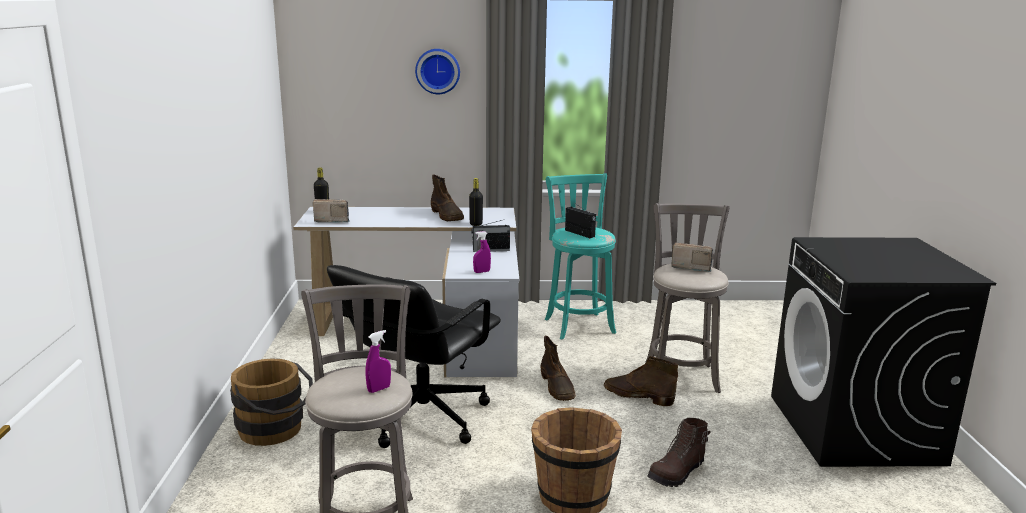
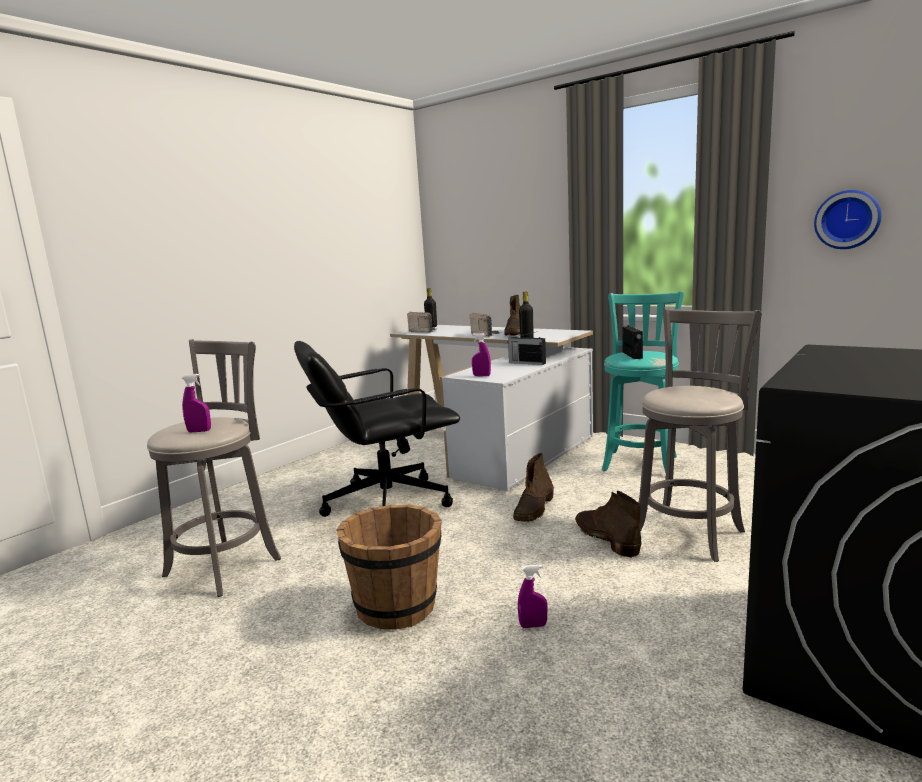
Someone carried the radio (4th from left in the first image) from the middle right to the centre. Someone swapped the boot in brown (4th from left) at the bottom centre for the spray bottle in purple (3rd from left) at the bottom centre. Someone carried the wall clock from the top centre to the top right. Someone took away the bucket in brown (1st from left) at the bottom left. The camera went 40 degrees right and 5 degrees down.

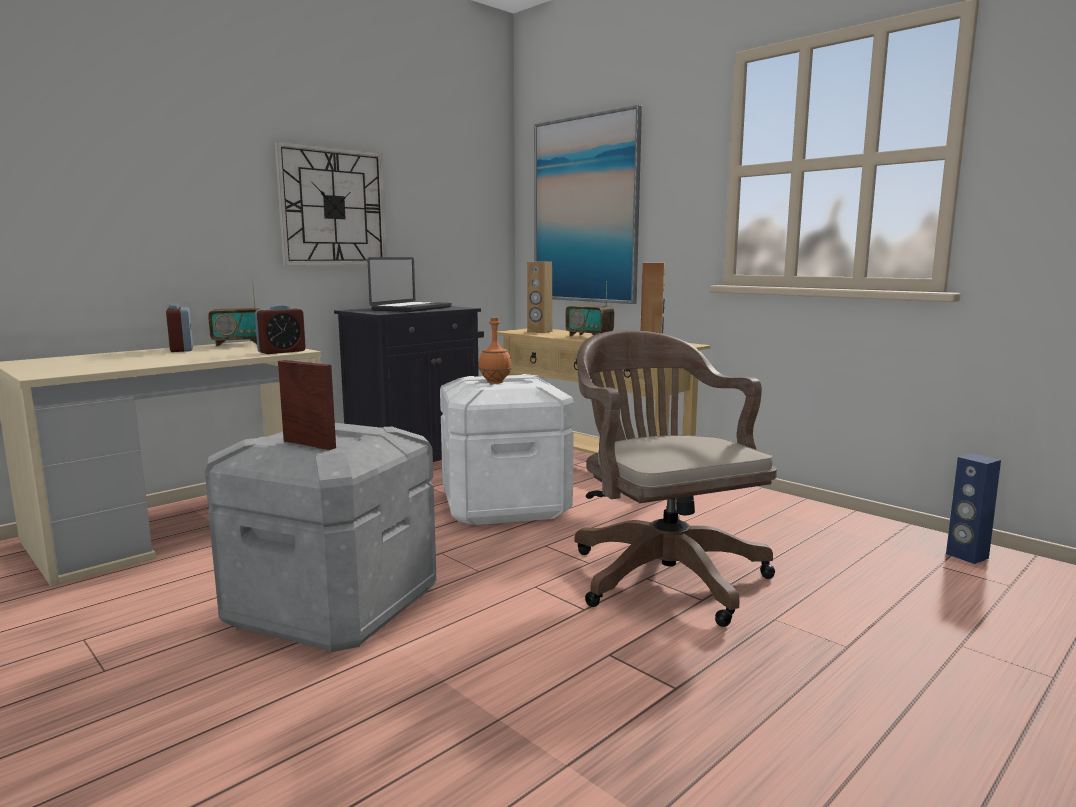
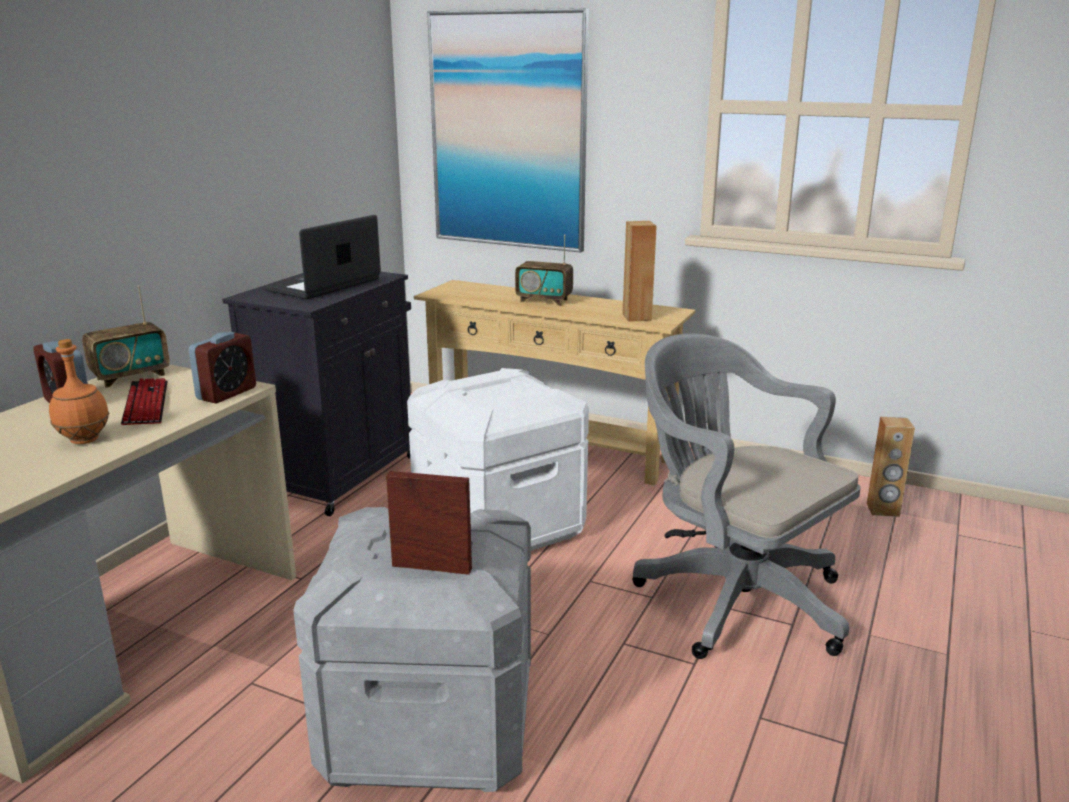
Someone carried the bottle in orange from the centre to the middle left. Someone put down the keyboard at the middle left. Someone rotated the laptop at the centre by 150 degrees counterclockwise. Someone repainted the office chair in brown at the centre, which became the office chair in grey at the middle right. Someone carried the speaker in brown (1st from left in the first image) from the centre to the middle right. Someone took away the wall clock at the top left. Someone took away the speaker in blue at the middle right. The camera went 20 degrees left and 10 degrees up.

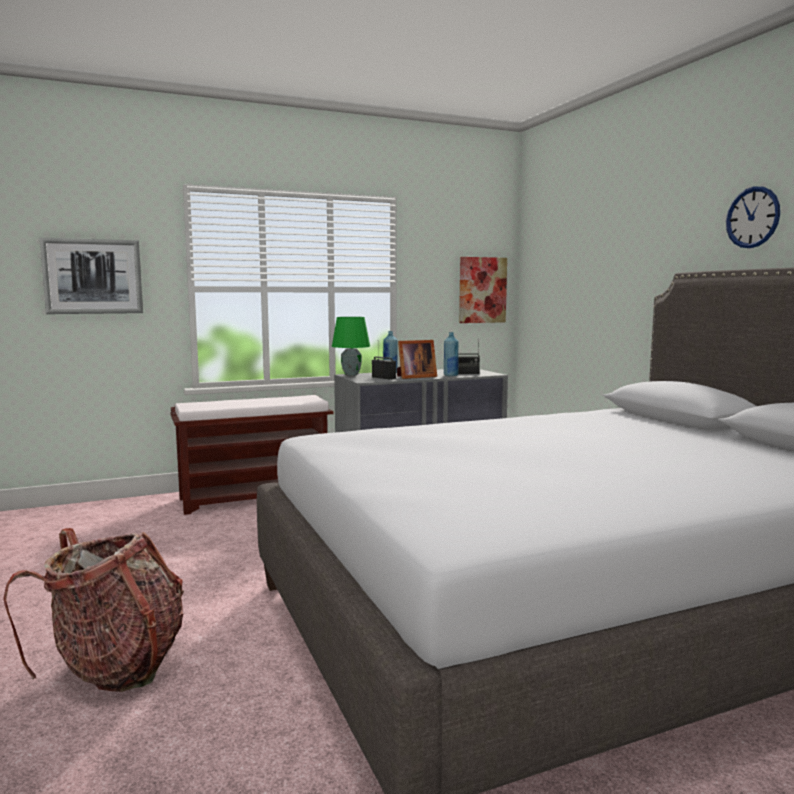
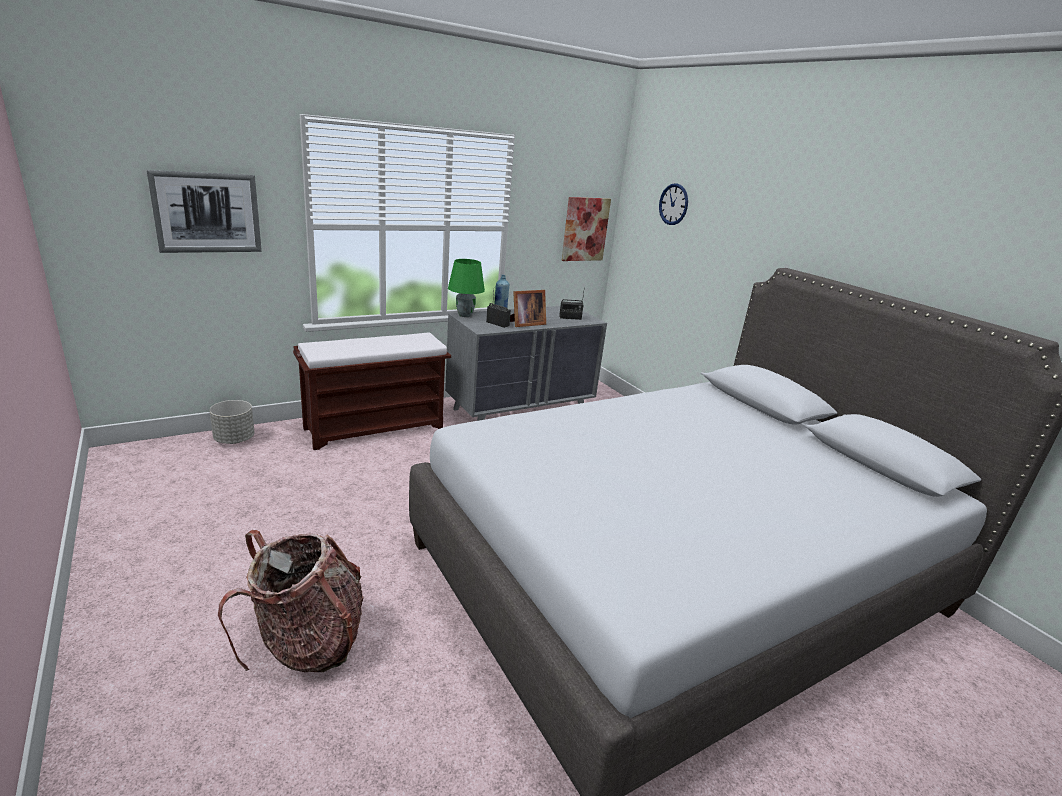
Someone put down the planter in grey at the middle left. Someone carried the wall clock from the top right to the top centre. Someone took away the bottle in blue (2nd from left) at the centre. The camera went 10 degrees left and 15 degrees up.

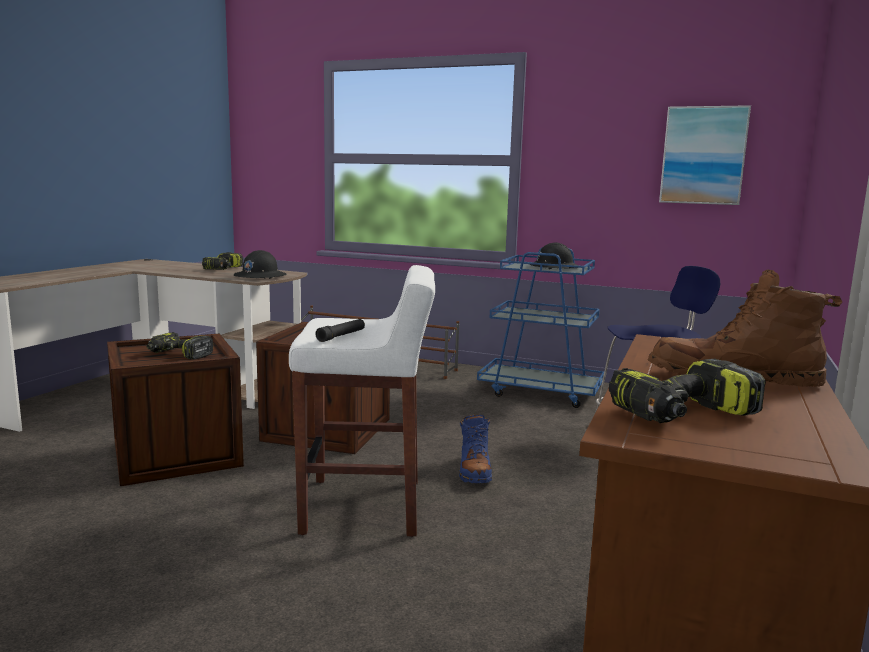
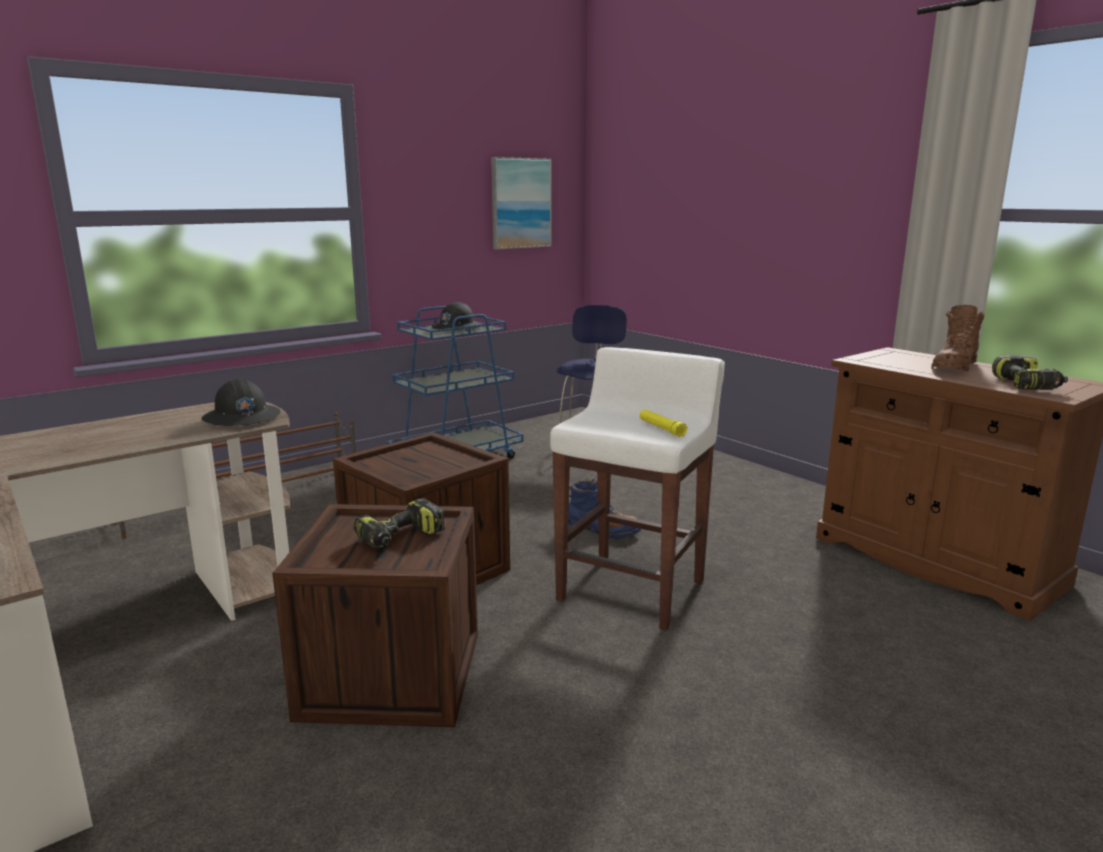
Someone repainted the flashlight in black at the centre, which became the flashlight in yellow at the centre. Someone took away the power drill (2nd from left) at the middle left. The camera went 60 degrees left and 5 degrees up.

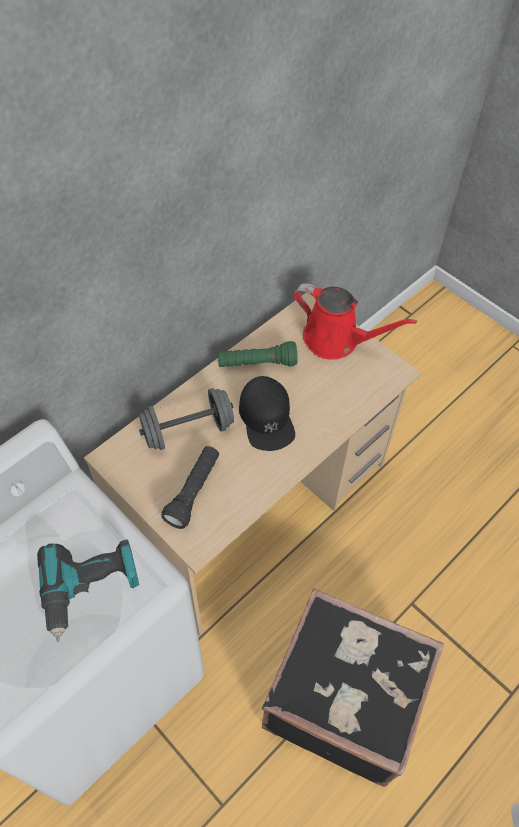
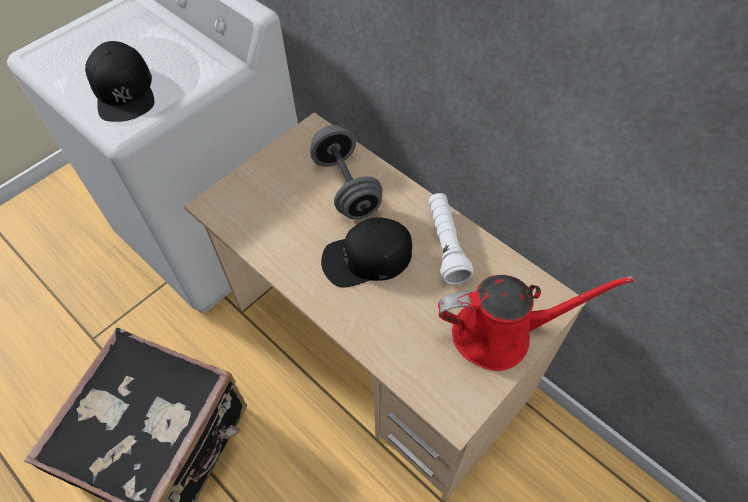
Someone swapped the power drill at the bottom left for the cap in black (1st from left) at the top left. Someone repainted the flashlight in green at the centre, which became the flashlight in white at the centre. Someone rotated the watering can in red at the middle right by 120 degrees counterclockwise. Someone took away the flashlight in black at the centre. The camera went 90 degrees right and 0 degrees up.

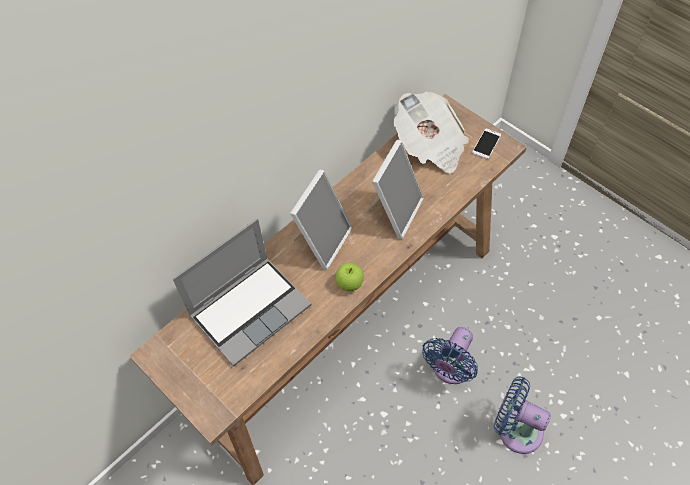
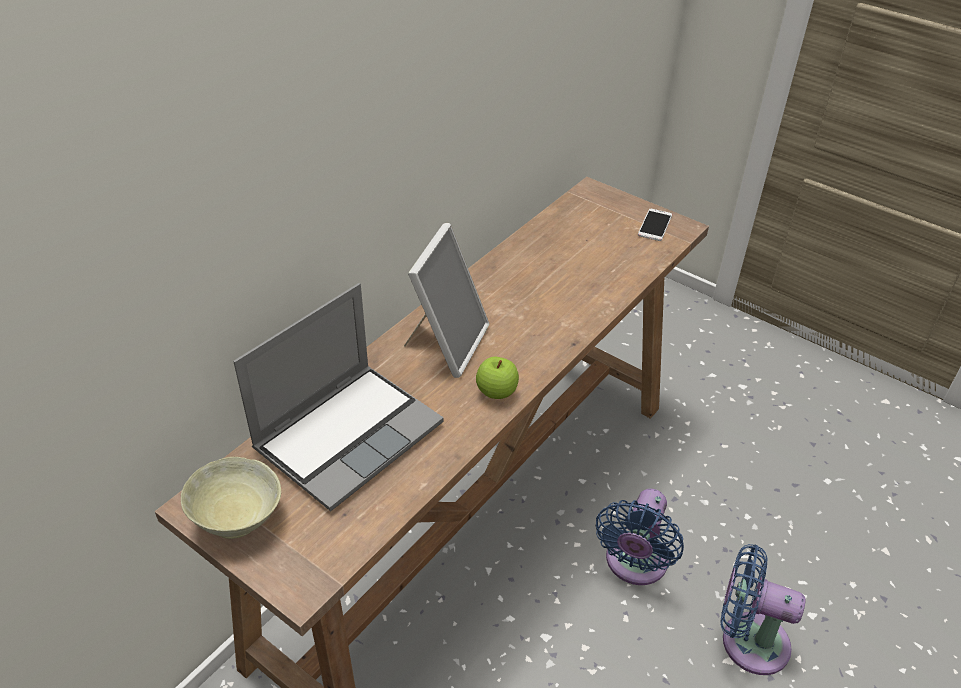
Someone put down the bowl in beige at the bottom left. Someone took away the picture frame (2nd from left) at the centre. Someone took away the newspaper at the top centre. The camera went 10 degrees left and 15 degrees down.

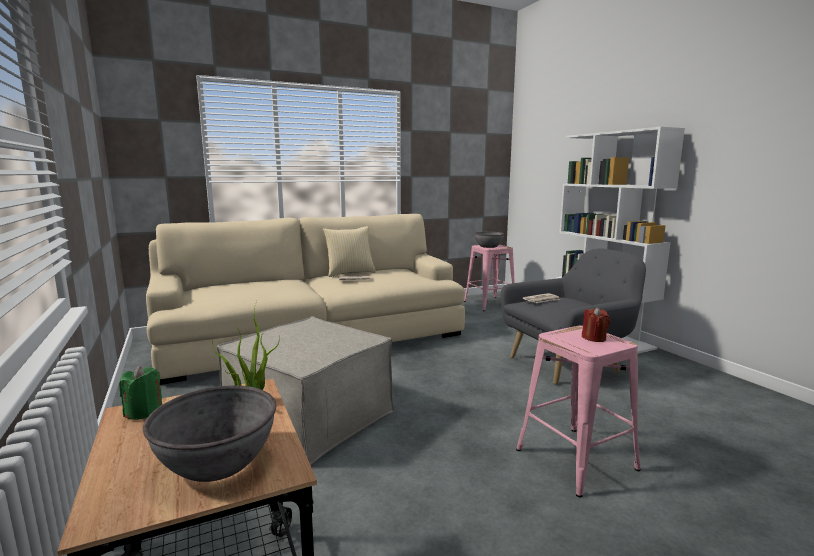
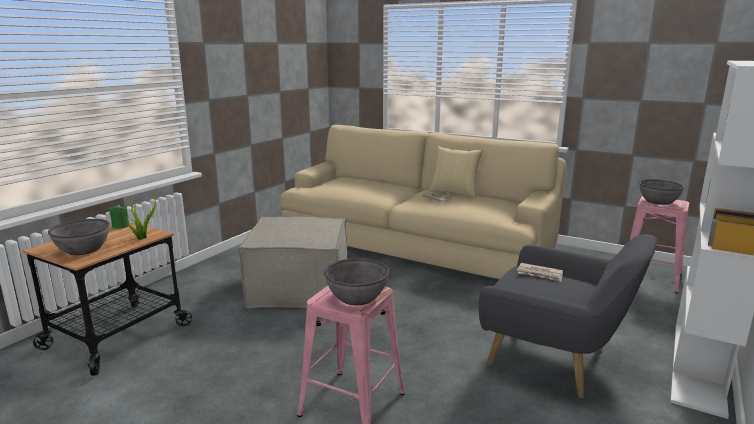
Someone swapped the candle in red at the middle right for the bowl in grey (2nd from left) at the centre. The camera went 55 degrees right and 5 degrees up.

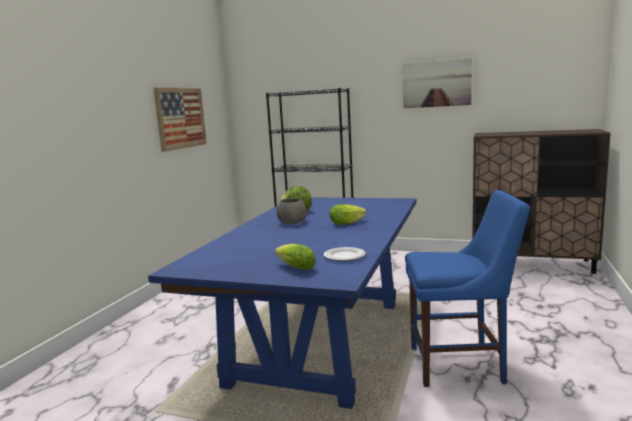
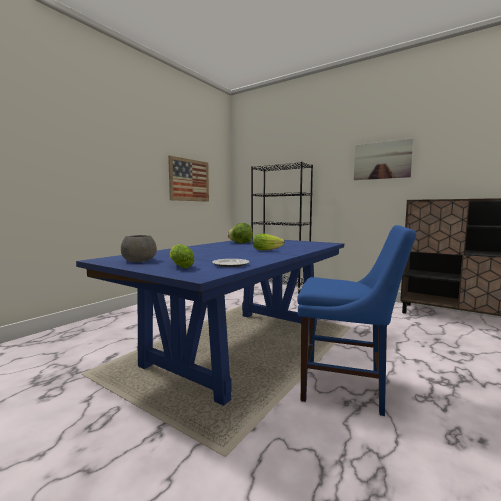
Someone carried the bowl in grey from the centre to the middle left. The camera went 15 degrees right and 5 degrees down.

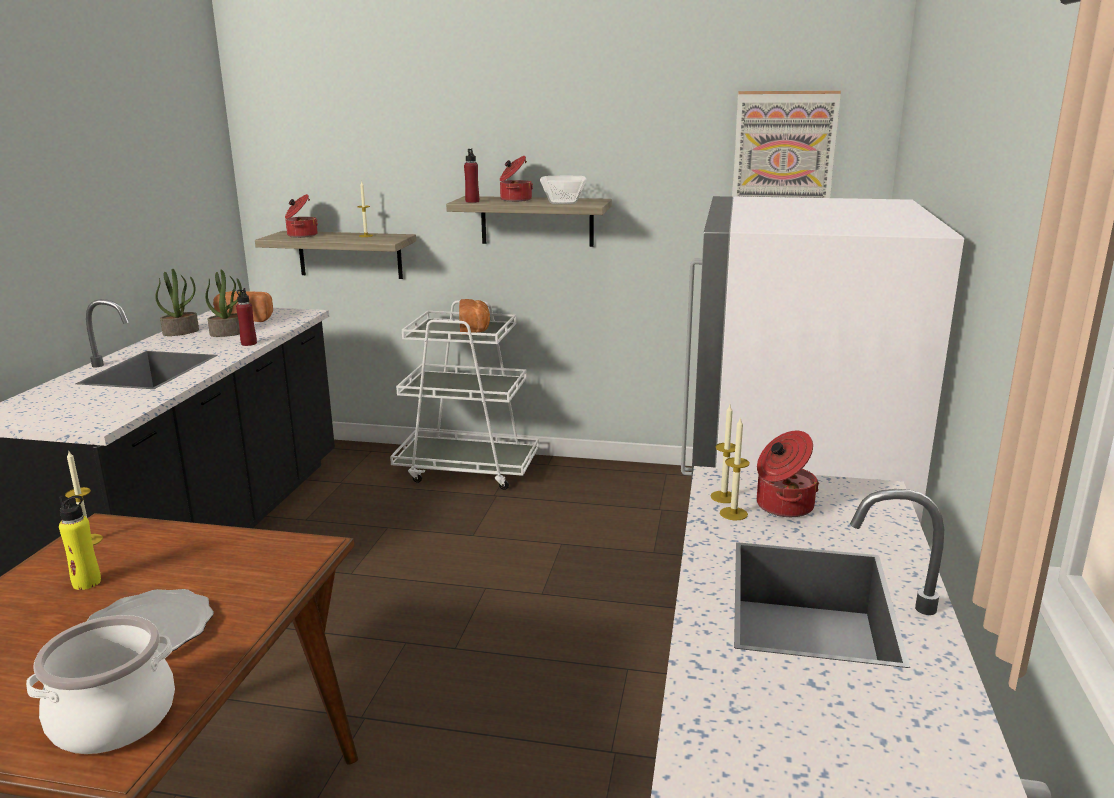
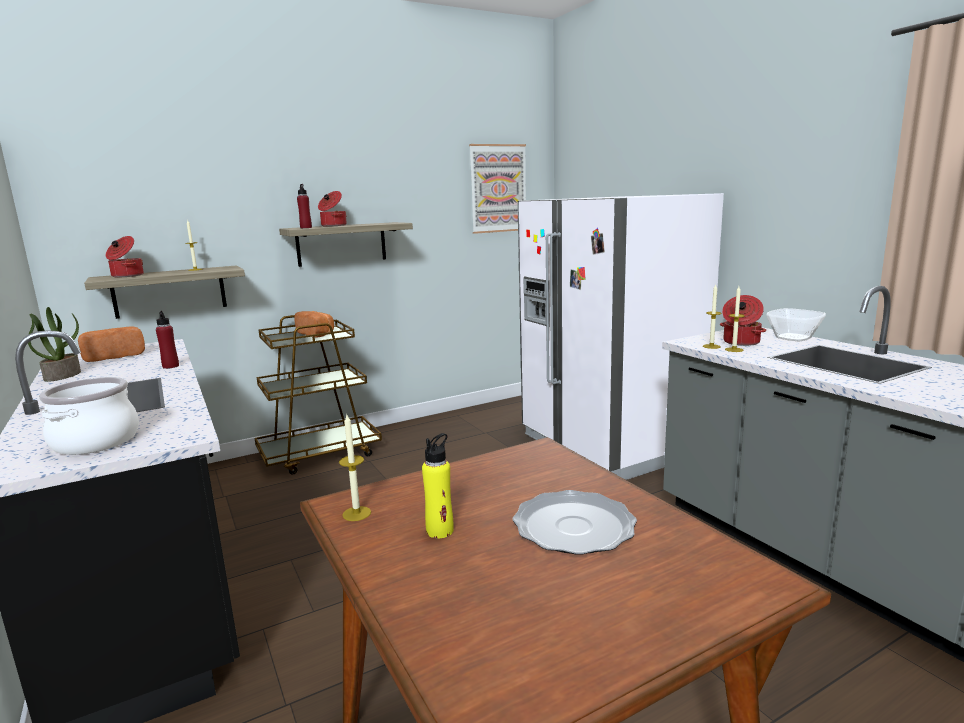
Someone carried the cooking pot (1st from left) from the bottom left to the middle left. Someone repainted the cart in white at the centre, which became the cart in brown at the middle left. Someone carried the bowl from the top centre to the middle right. Someone took away the potted plant (2nd from left) at the middle left. The camera went 40 degrees left and 5 degrees down.

